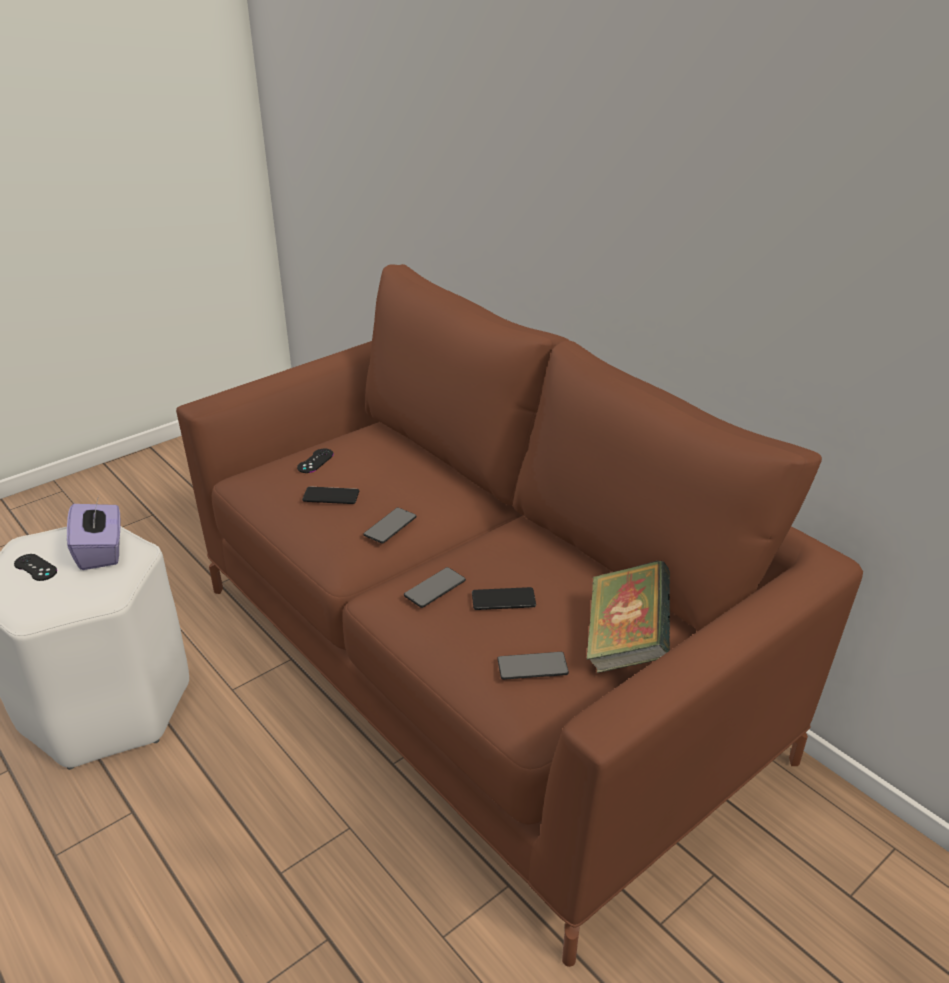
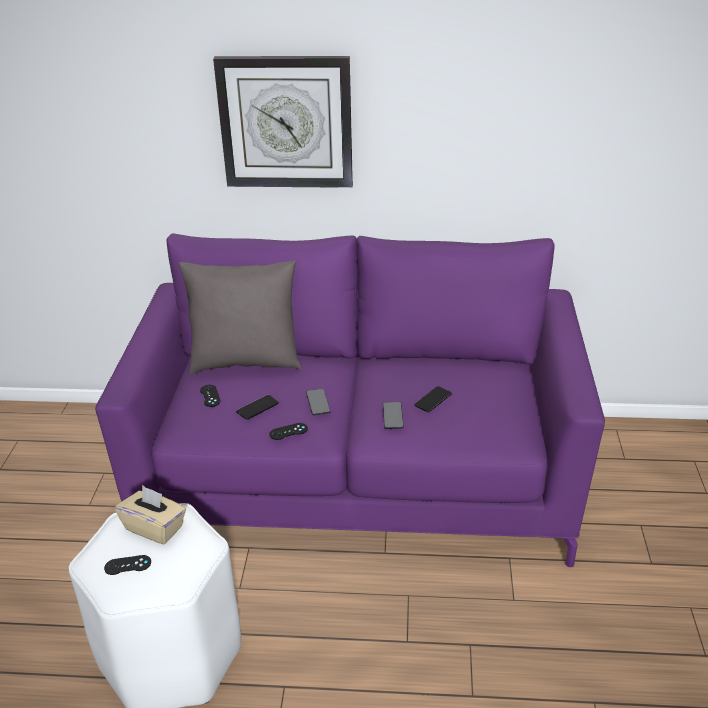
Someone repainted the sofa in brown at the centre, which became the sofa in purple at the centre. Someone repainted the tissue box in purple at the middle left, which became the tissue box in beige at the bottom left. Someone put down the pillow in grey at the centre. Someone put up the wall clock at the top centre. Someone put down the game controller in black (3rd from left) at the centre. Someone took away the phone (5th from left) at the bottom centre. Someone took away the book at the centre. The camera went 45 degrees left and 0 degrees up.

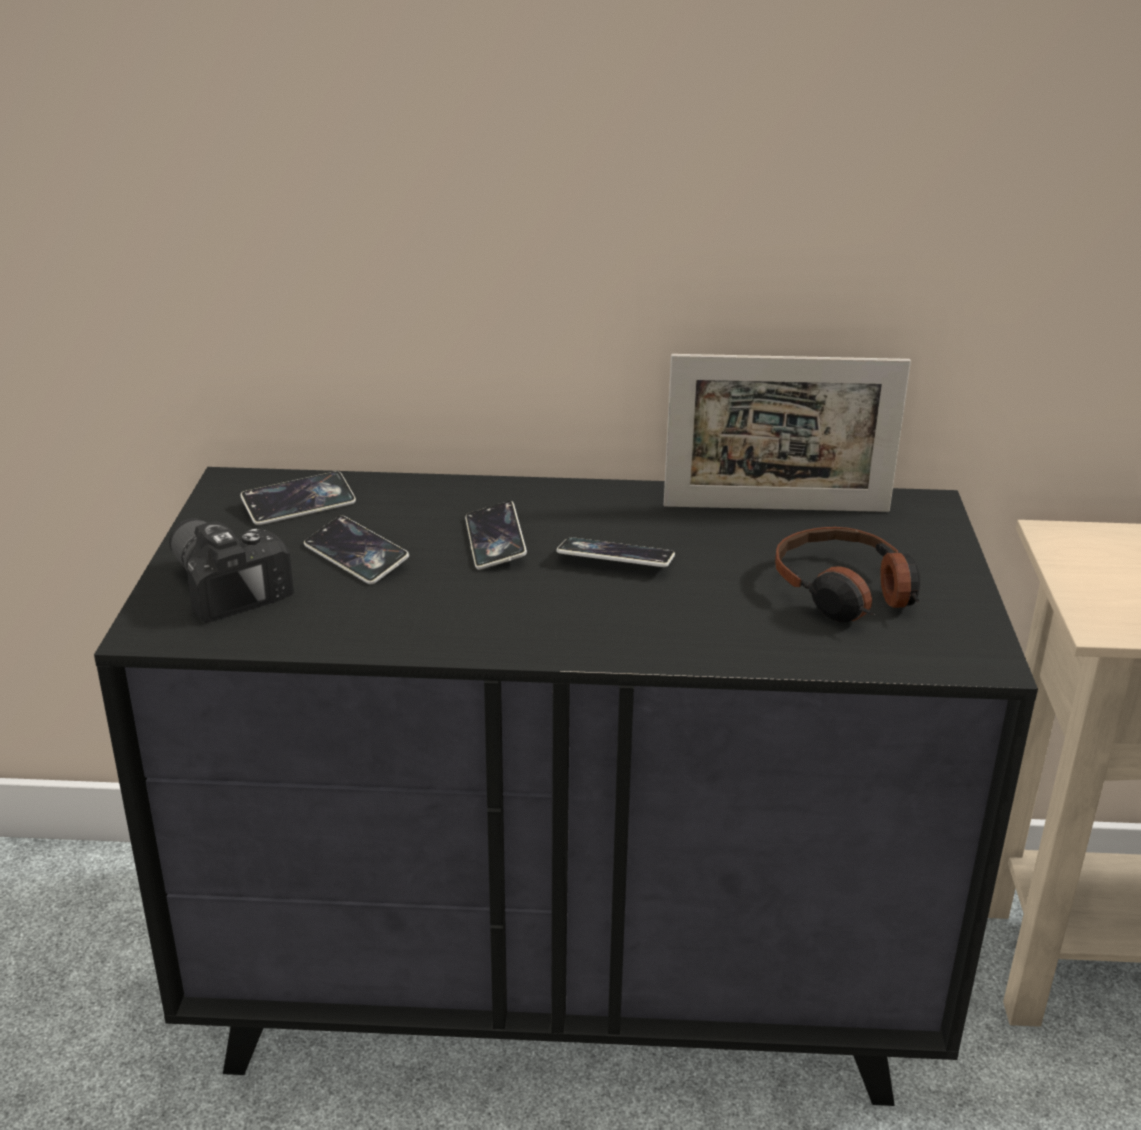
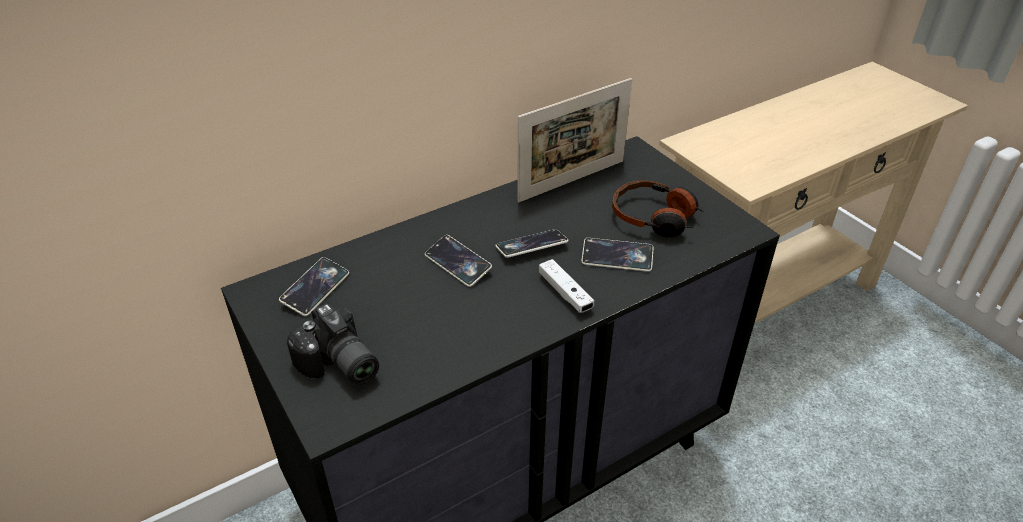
Someone rotated the photo camera at the middle left by 150 degrees counterclockwise. Someone put down the game controller in white at the centre. Someone carried the phone (2nd from left in the first image) from the middle left to the centre. The camera went 35 degrees left and 10 degrees up.

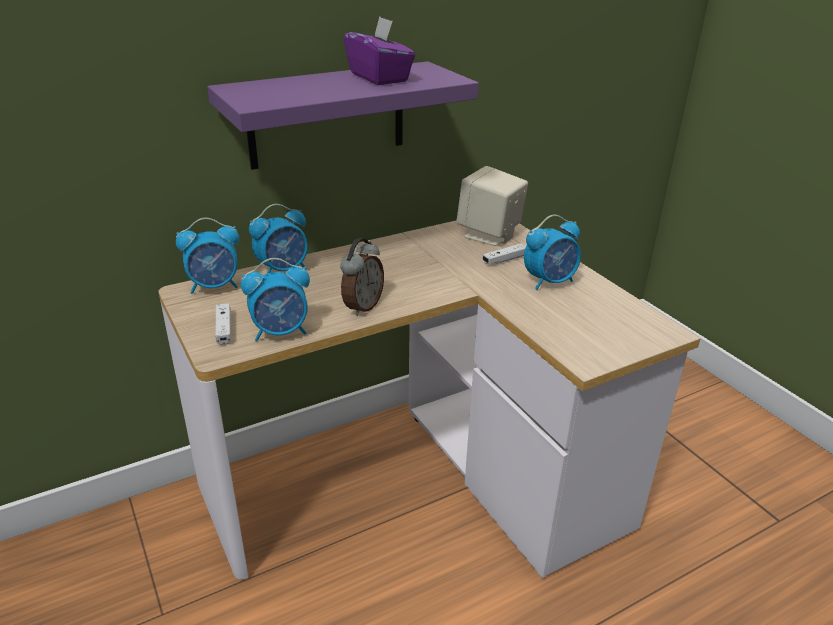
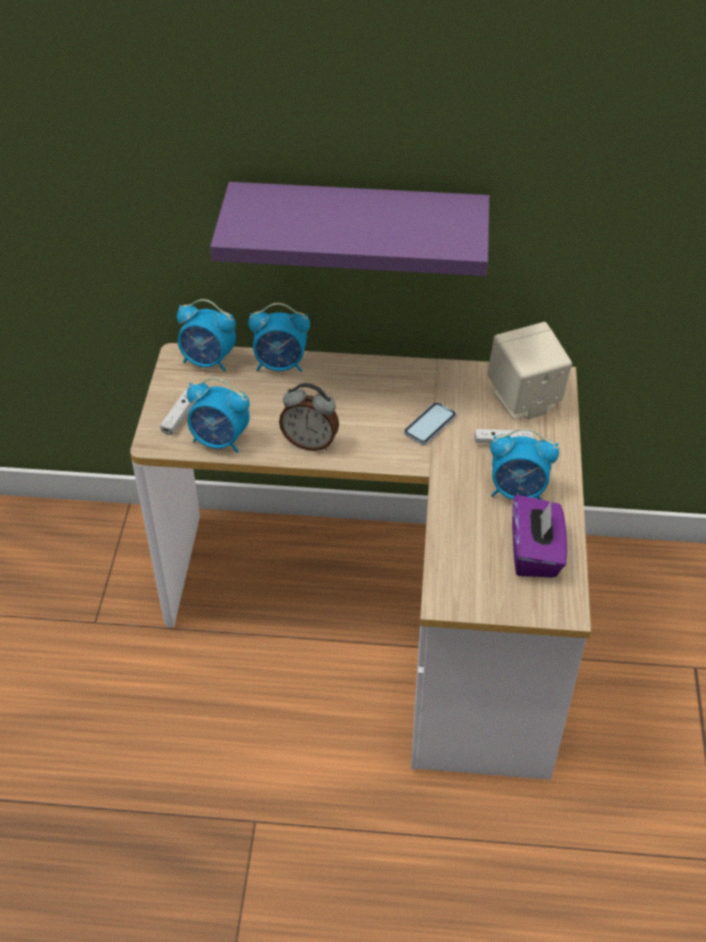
Someone rotated the alarm clock (4th from left) at the centre by 45 degrees clockwise. Someone put down the phone at the centre. Someone carried the tissue box in purple from the top centre to the middle right. The camera went 35 degrees right and 15 degrees up.

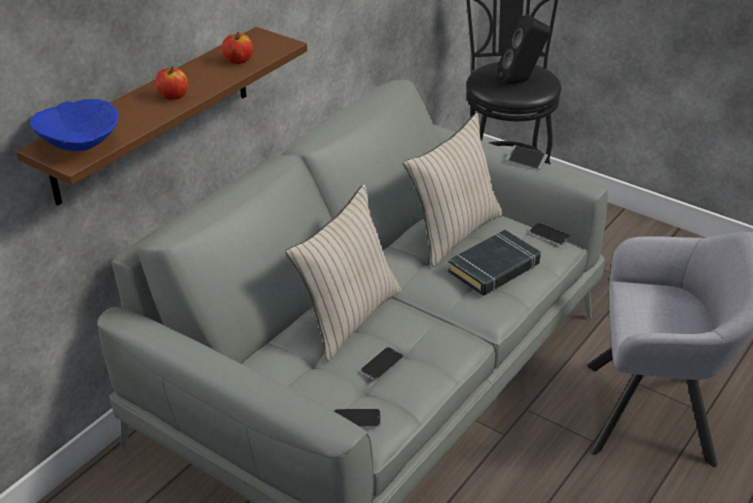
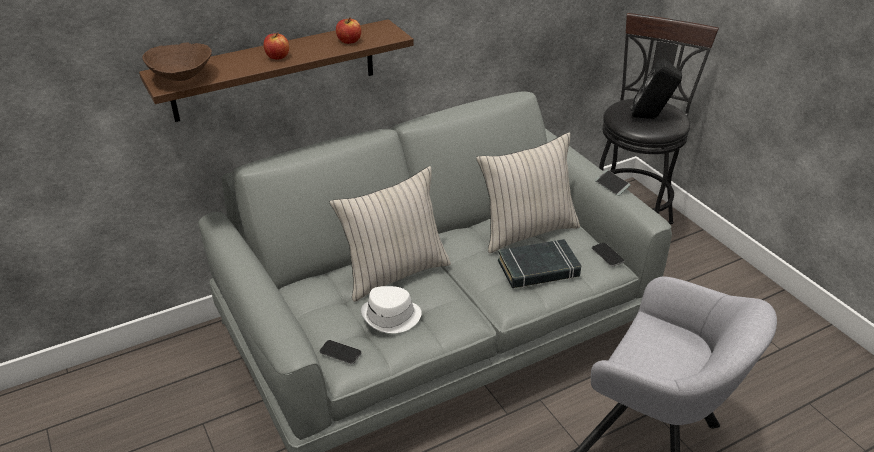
Someone repainted the bowl in blue at the top left, which became the bowl in brown at the top left. Someone swapped the phone (2nd from left) at the bottom centre for the hat in white at the bottom centre. The camera went 25 degrees right and 0 degrees up.

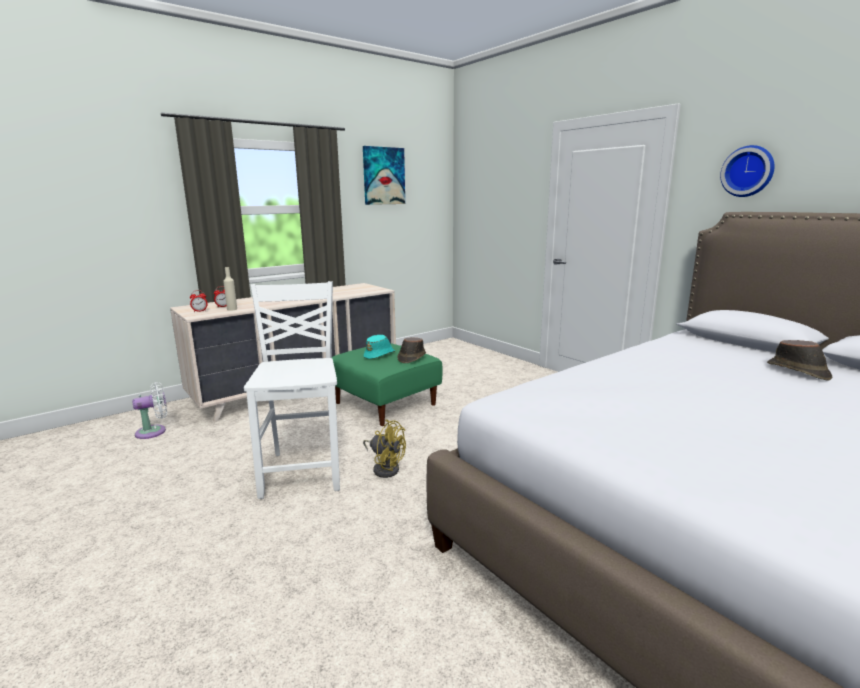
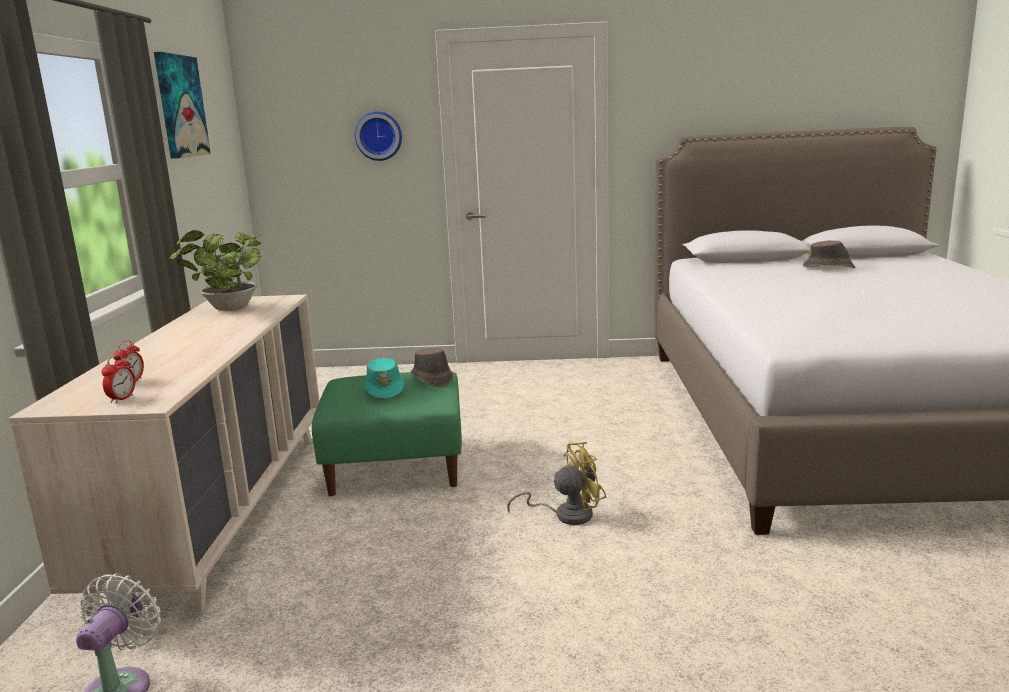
Someone put down the potted plant at the middle left. Someone carried the wall clock from the top right to the top centre. Someone took away the bottle in beige at the middle left. Someone took away the chair in white at the centre. The camera went 50 degrees left and 0 degrees up.

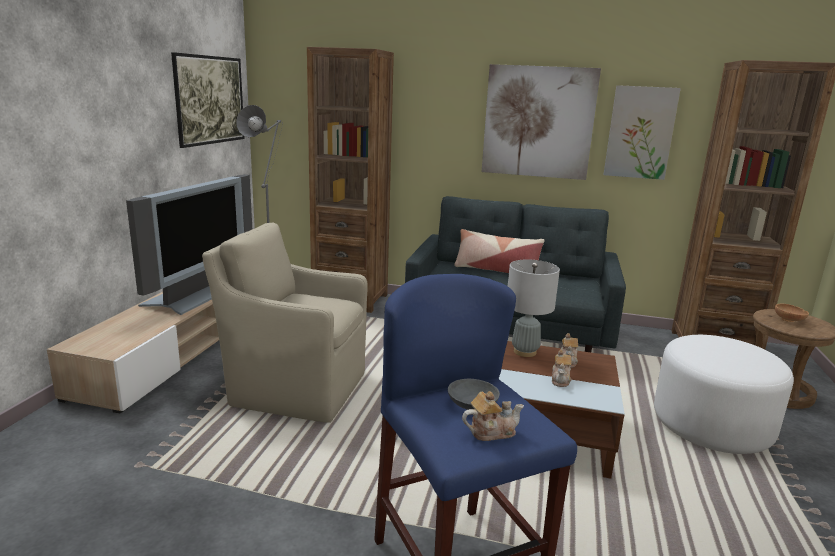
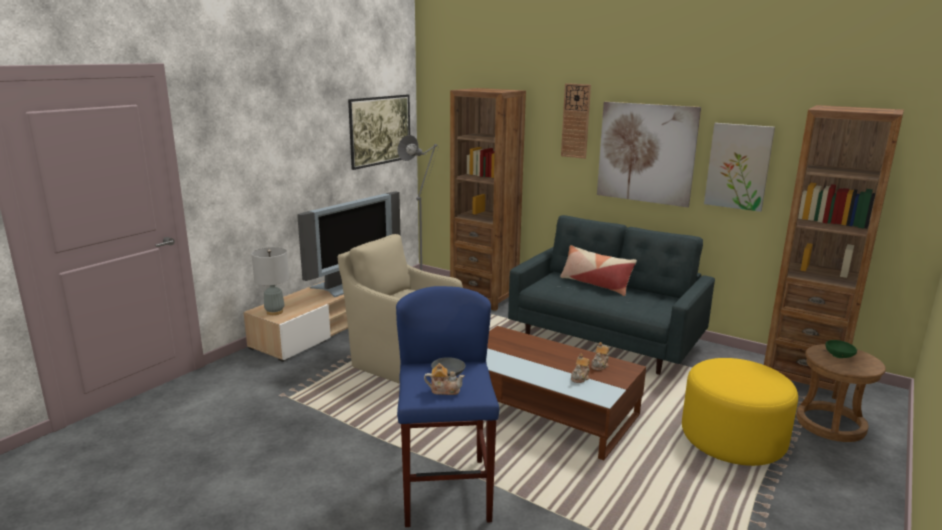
Someone carried the table lamp in grey from the centre to the middle left. Someone put up the wall clock at the top centre. Someone repainted the ottoman in white at the bottom right, which became the ottoman in yellow at the bottom right. Someone repainted the bowl in brown at the middle right, which became the bowl in green at the middle right. The camera went 20 degrees right and 0 degrees up.

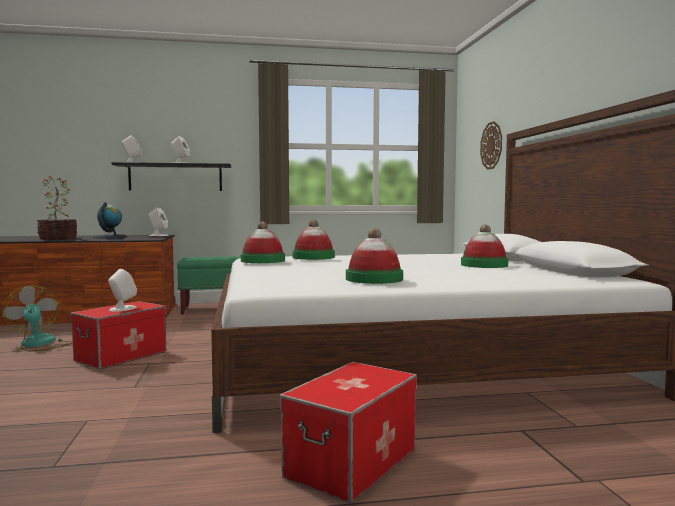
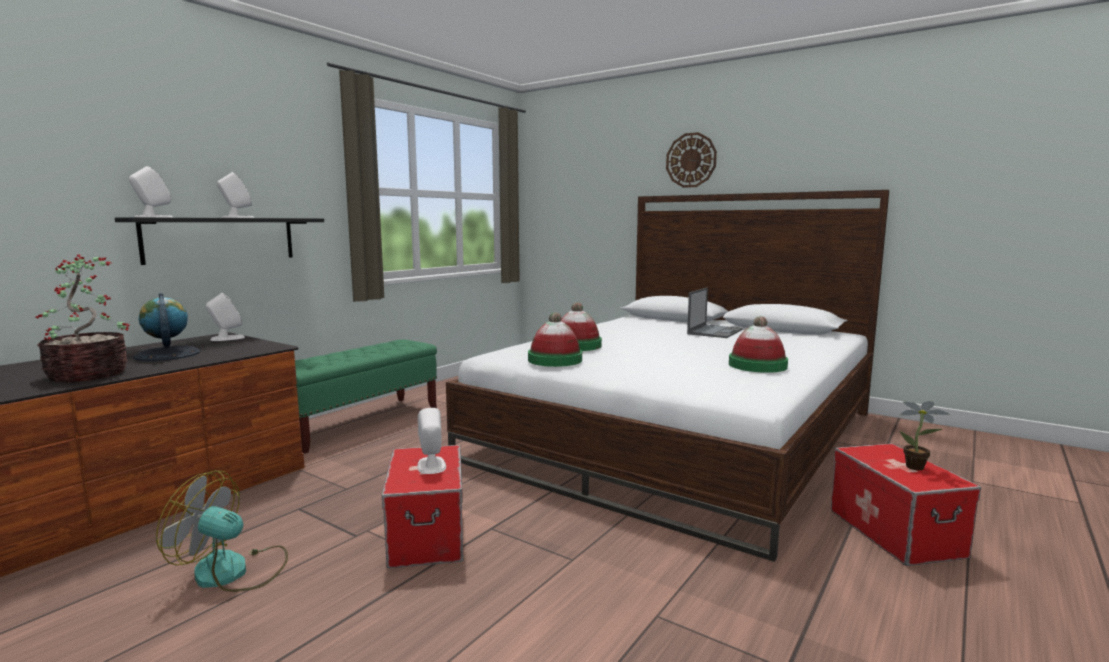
Someone carried the wall clock from the top right to the top centre. Someone swapped the hat (4th from left) at the middle right for the laptop at the centre. Someone put down the potted plant (2nd from left) at the middle right. The camera went 45 degrees left and 5 degrees up.

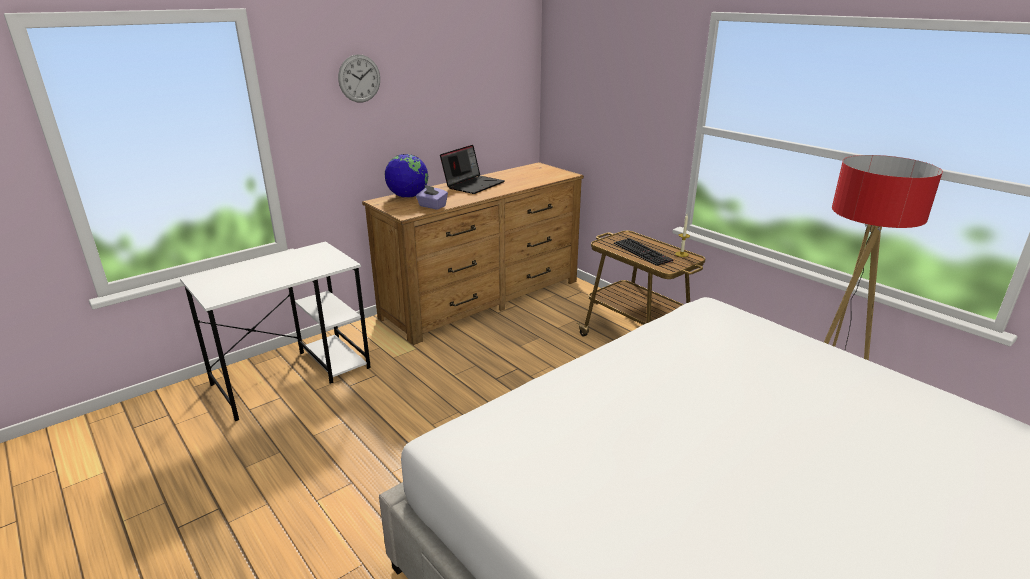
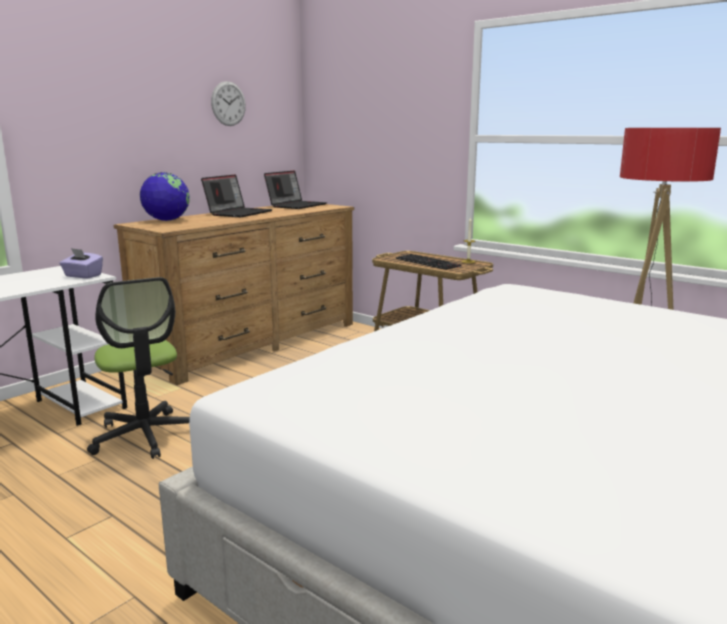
Someone carried the tissue box in purple from the centre to the middle left. Someone put down the office chair at the middle left. Someone carried the wall clock from the top centre to the top left. Someone put down the laptop (2nd from left) at the top centre. The camera went 10 degrees left and 10 degrees down.

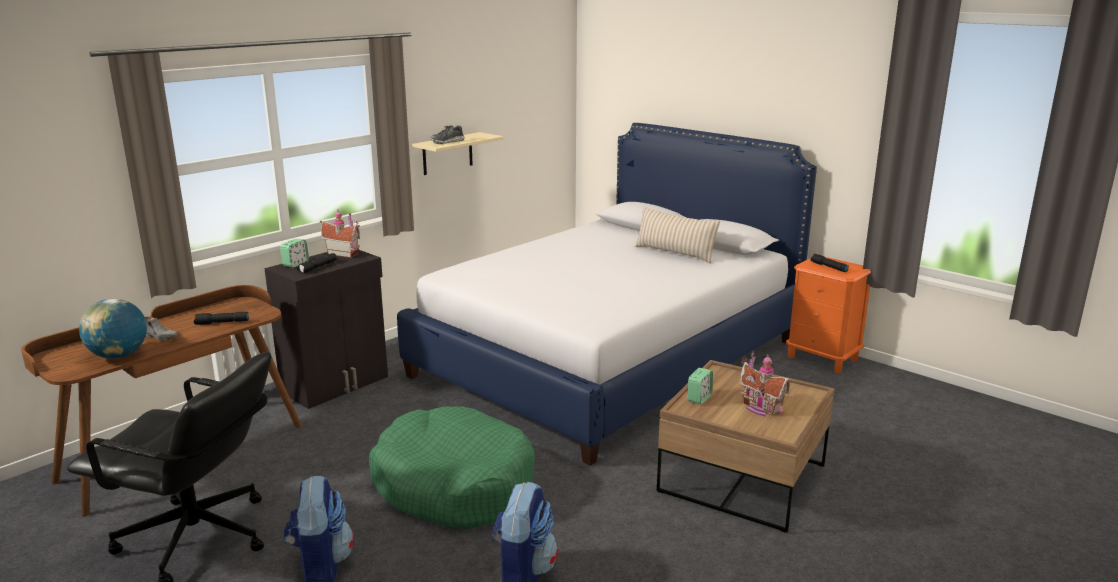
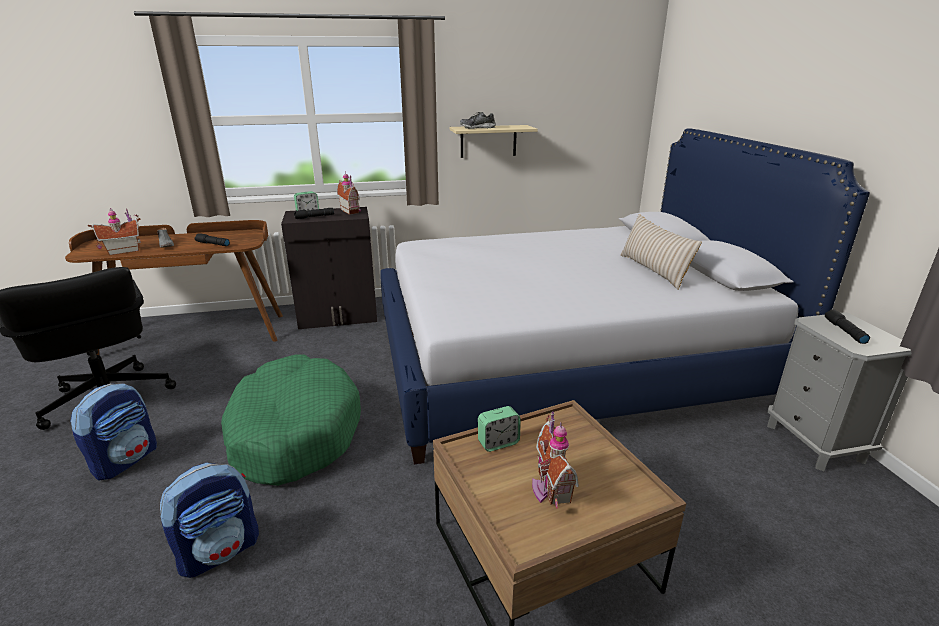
Someone swapped the globe at the middle left for the toy house (1st from left) at the middle left. Someone repainted the nightstand in orange at the middle right, which became the nightstand in grey at the middle right. The camera went 35 degrees right and 5 degrees up.

